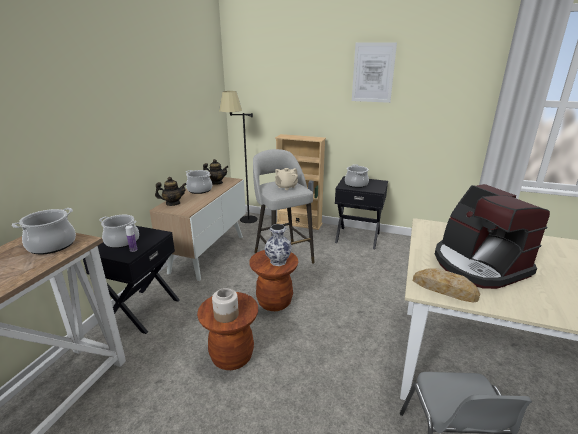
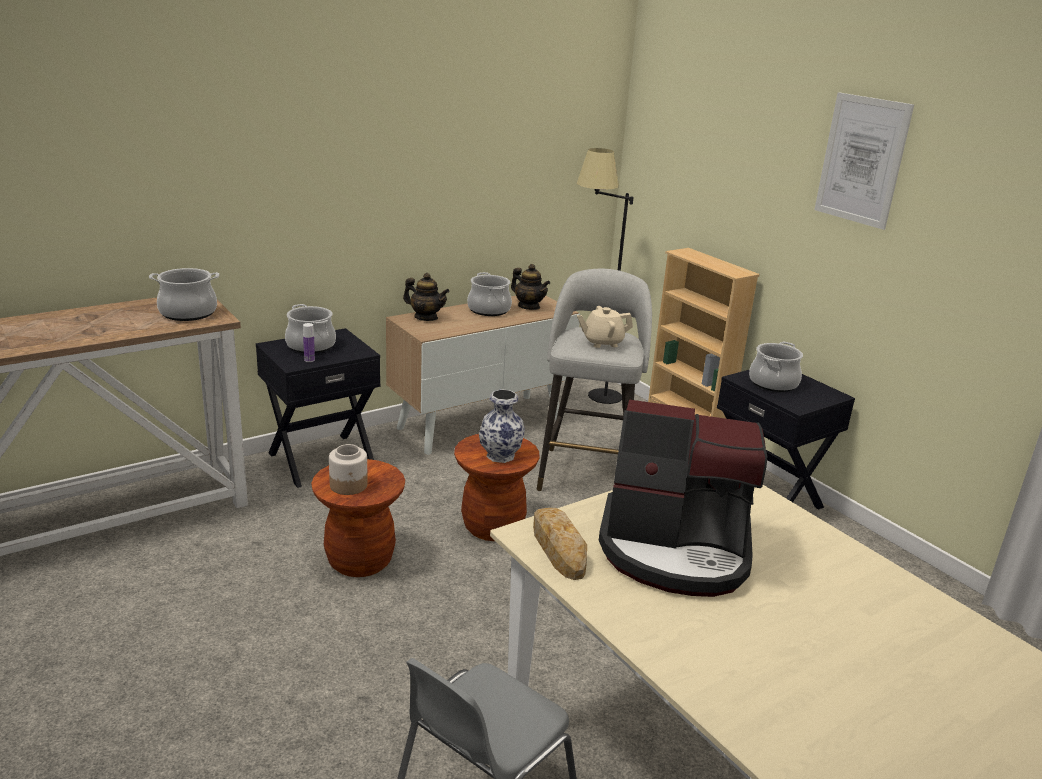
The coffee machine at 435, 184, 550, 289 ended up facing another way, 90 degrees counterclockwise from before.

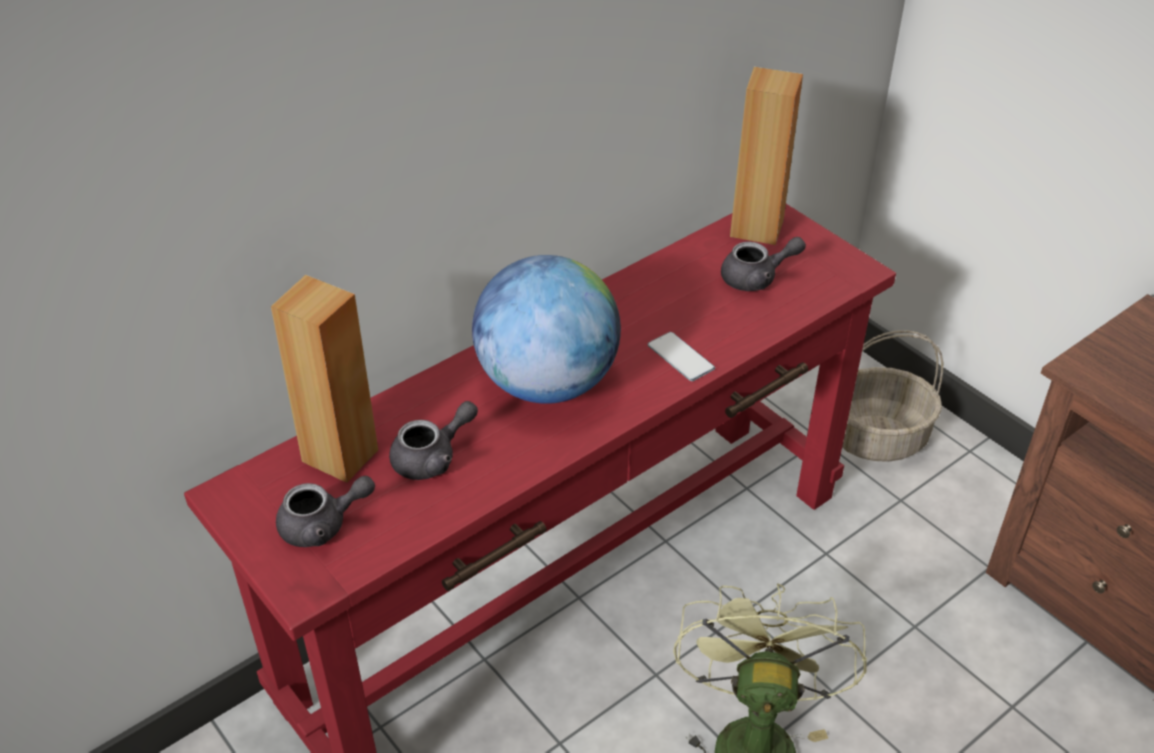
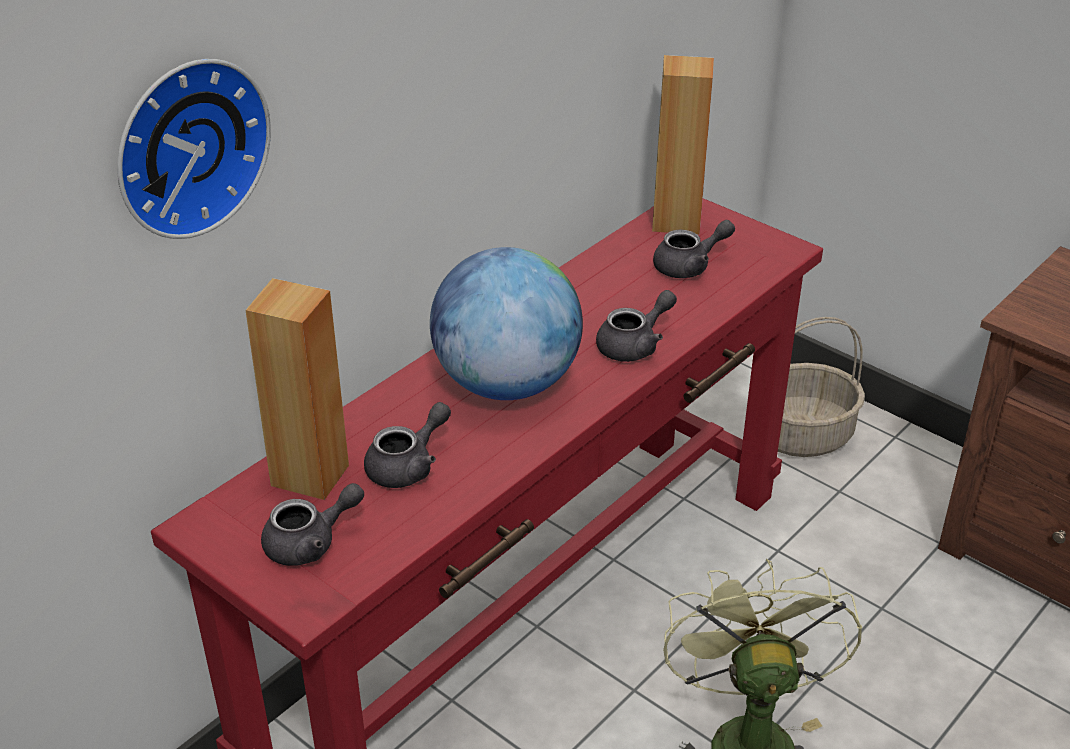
The second view gained the wall clock at 117, 59, 271, 239. Where the phone stood at 648, 332, 715, 381, the grey teapot came to stand at 596, 290, 677, 362.

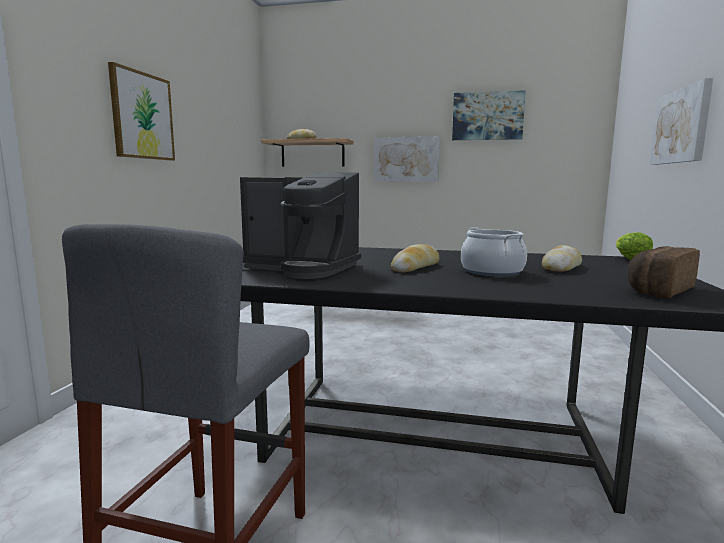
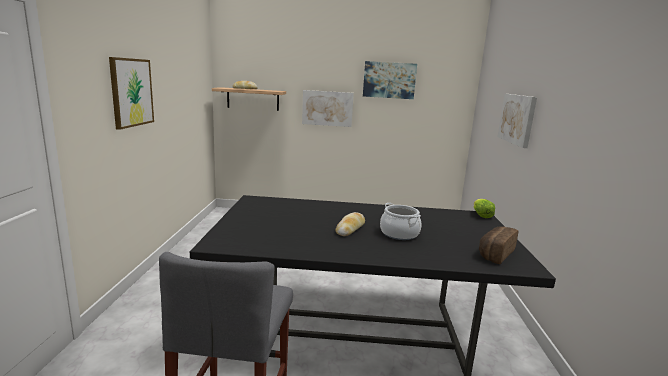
The second view lost the coffee machine at 240, 173, 361, 279. The second view lost the bread at 542, 245, 582, 272.

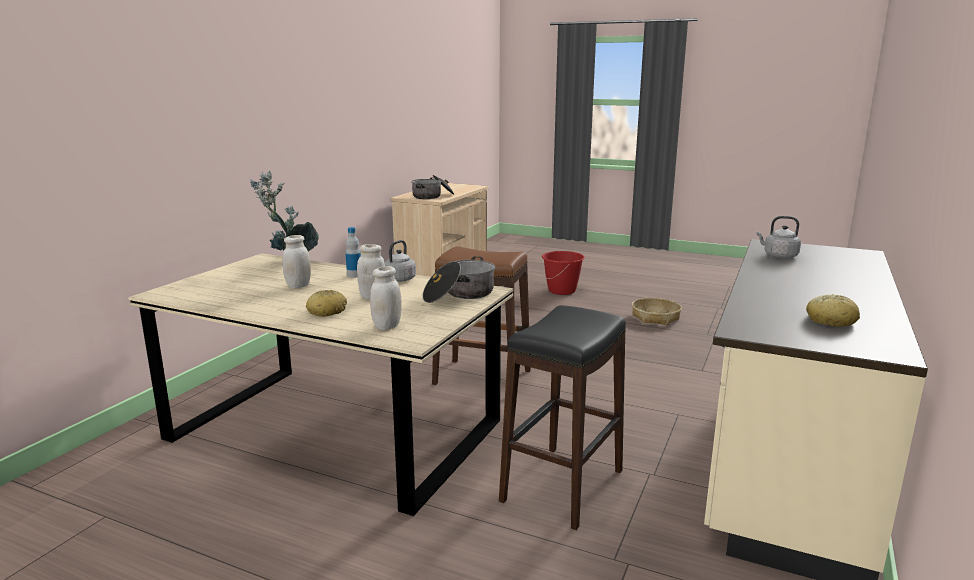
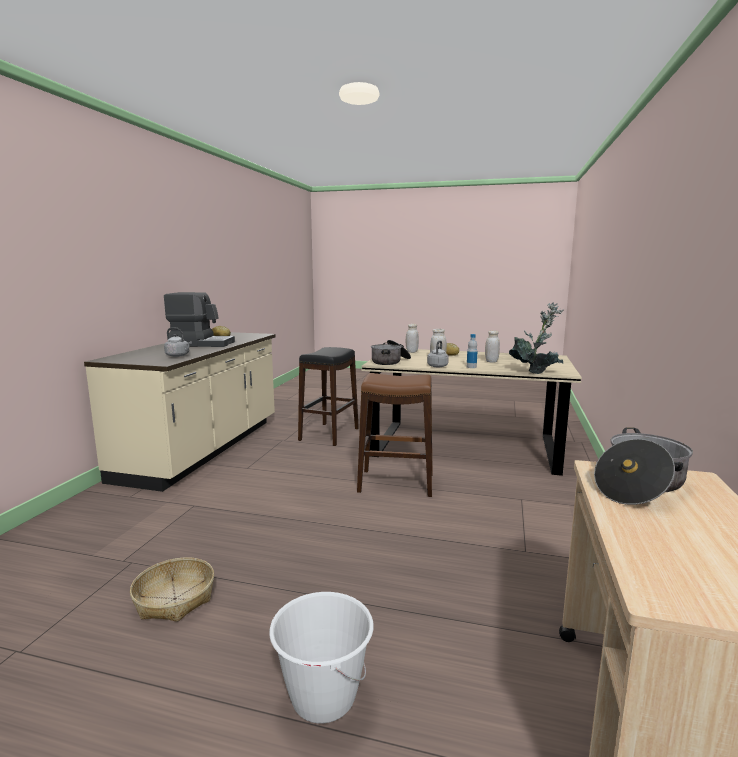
The second view gained the coffee machine at 164, 292, 235, 347. What was the red bucket at 542, 251, 585, 295 turned into the white bucket at 269, 592, 374, 724.

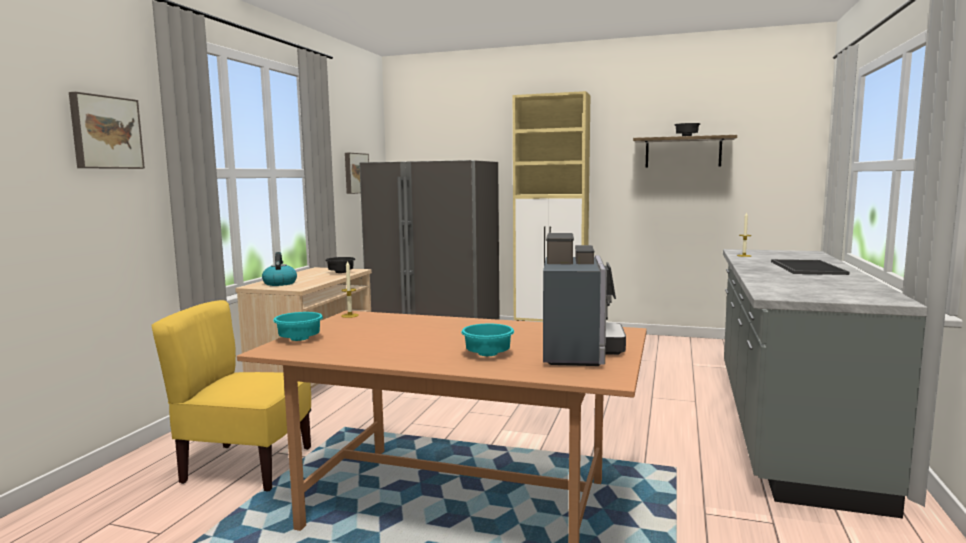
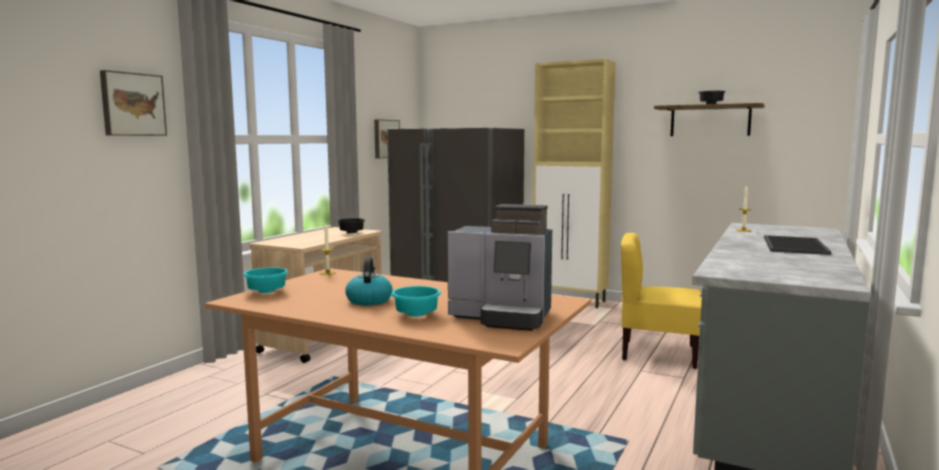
The yellow chair ended up elsewhere, having gone from 152, 300, 311, 492 to 621, 233, 702, 369. The kettle ended up elsewhere, having gone from 262, 252, 297, 286 to 345, 257, 393, 305. The coffee machine at 543, 233, 626, 366 ended up facing another way, 90 degrees clockwise from before.

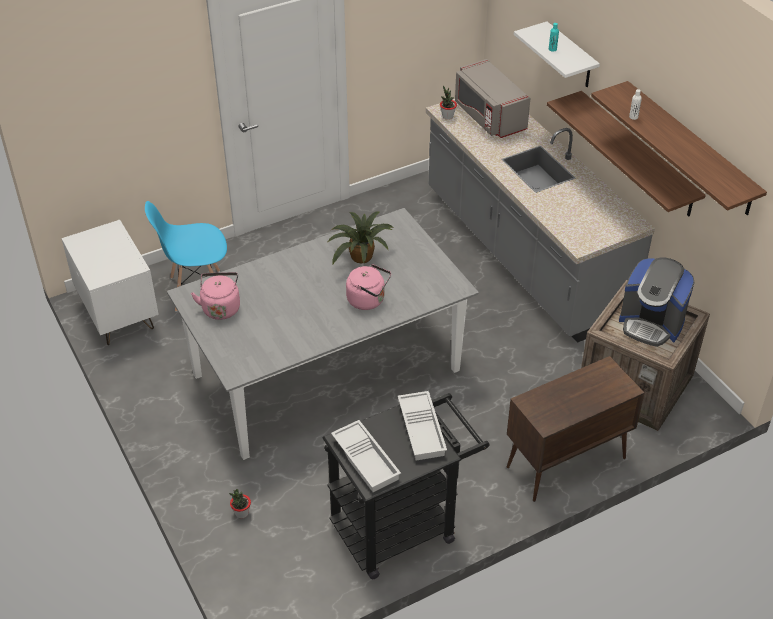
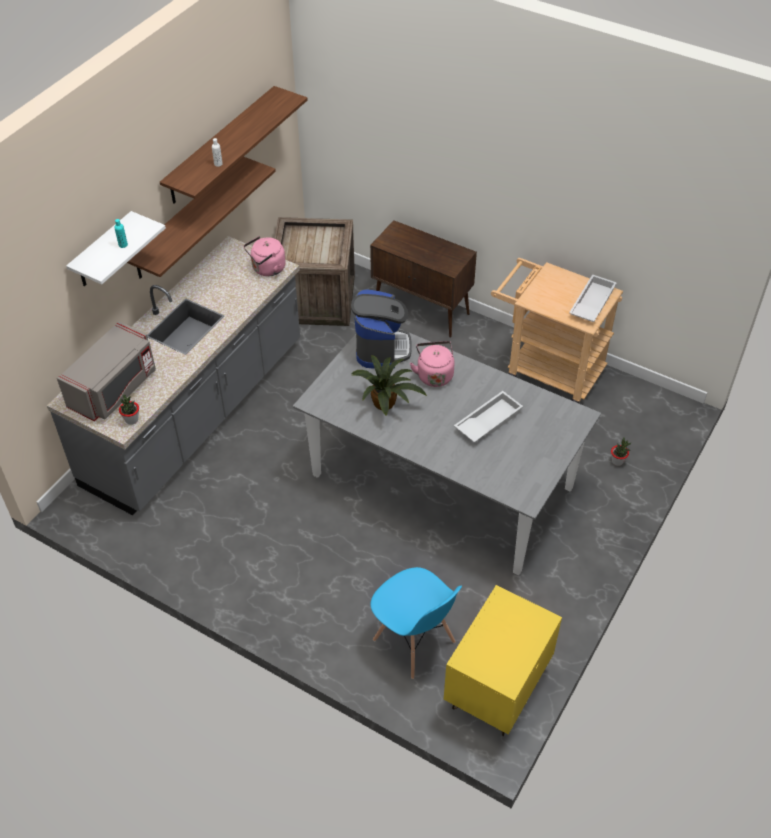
The pink kettle ended up elsewhere, having gone from 191, 272, 240, 320 to 244, 236, 286, 276. The white tray ended up elsewhere, having gone from 398, 391, 447, 461 to 454, 391, 523, 442. The coffee machine ended up elsewhere, having gone from 619, 257, 694, 347 to 351, 289, 412, 369. What was the white nightstand at 61, 220, 159, 345 turned into the yellow nightstand at 444, 585, 562, 736. What was the black cart at 323, 393, 490, 579 turned into the beige cart at 491, 258, 623, 403.

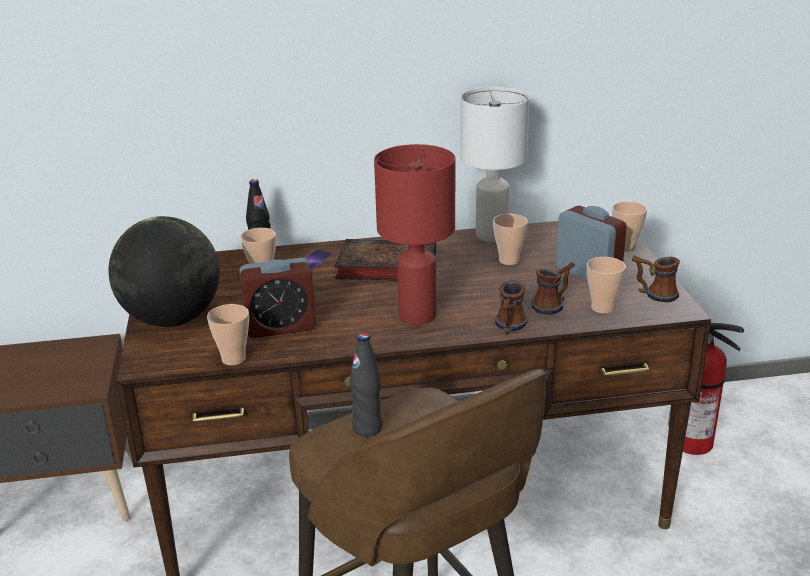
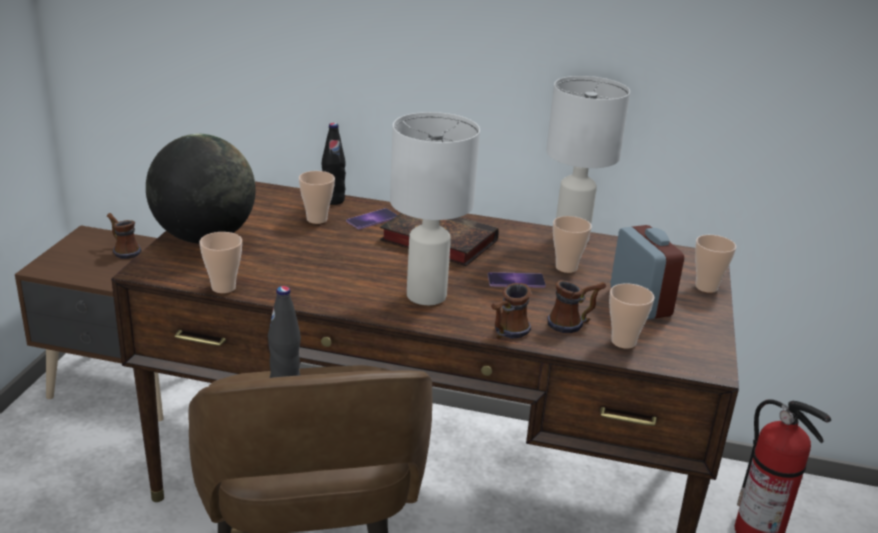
The second view lost the alarm clock at 239, 258, 316, 338. The second view gained the phone at 488, 272, 546, 288. The mug ended up elsewhere, having gone from 632, 255, 680, 303 to 107, 213, 141, 259. What was the red table lamp at 374, 144, 455, 324 turned into the white table lamp at 390, 112, 480, 305.

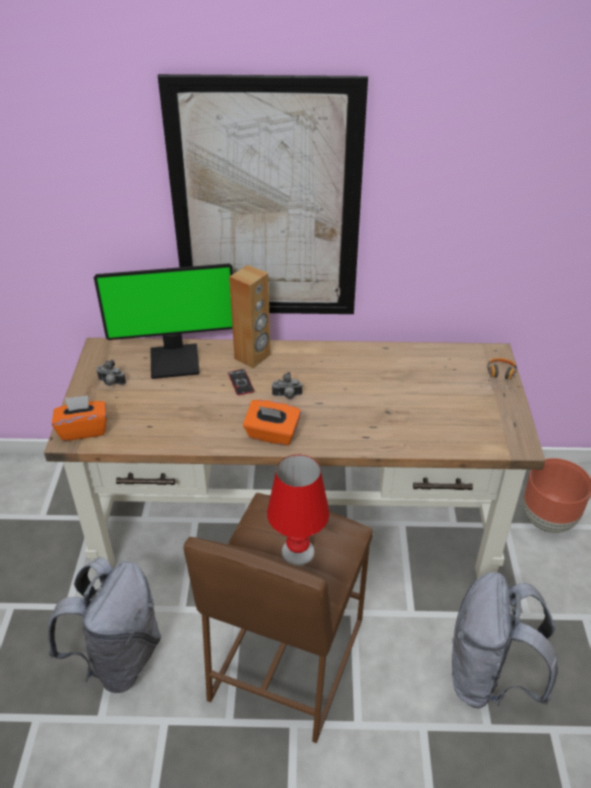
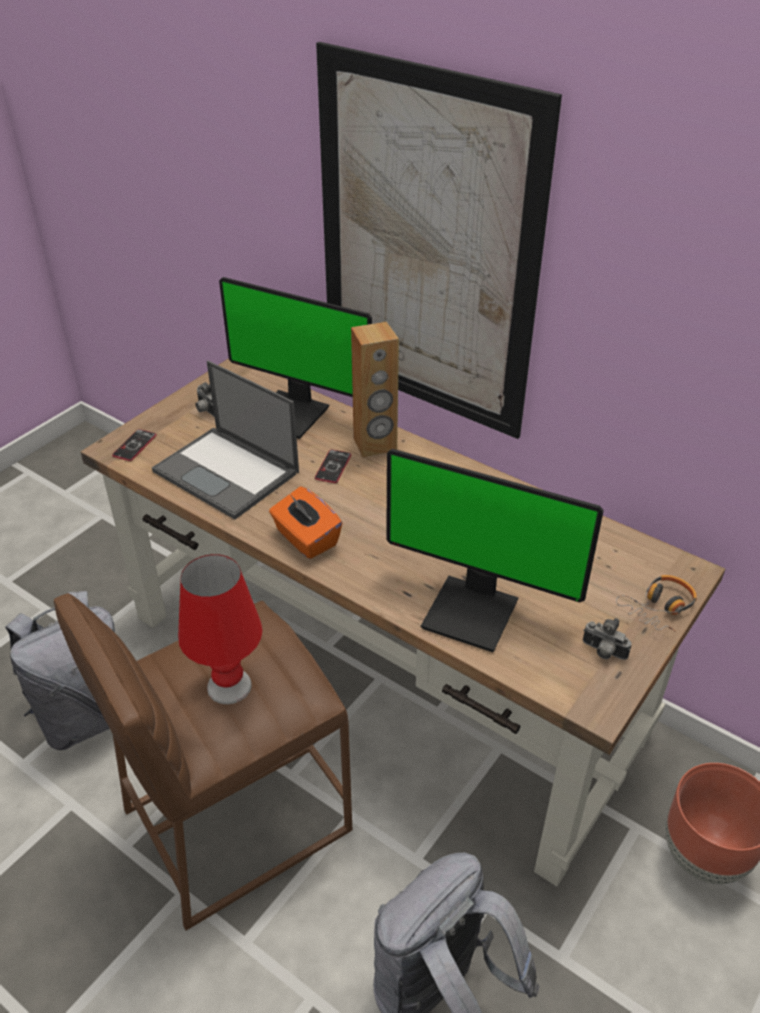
The second view gained the laptop at 152, 361, 299, 519. The second view gained the monitor at 386, 449, 604, 652. The photo camera ended up elsewhere, having gone from 272, 372, 302, 399 to 583, 618, 632, 660. Where the orange tissue box stood at 52, 395, 107, 441, the phone came to stand at 112, 429, 157, 461.

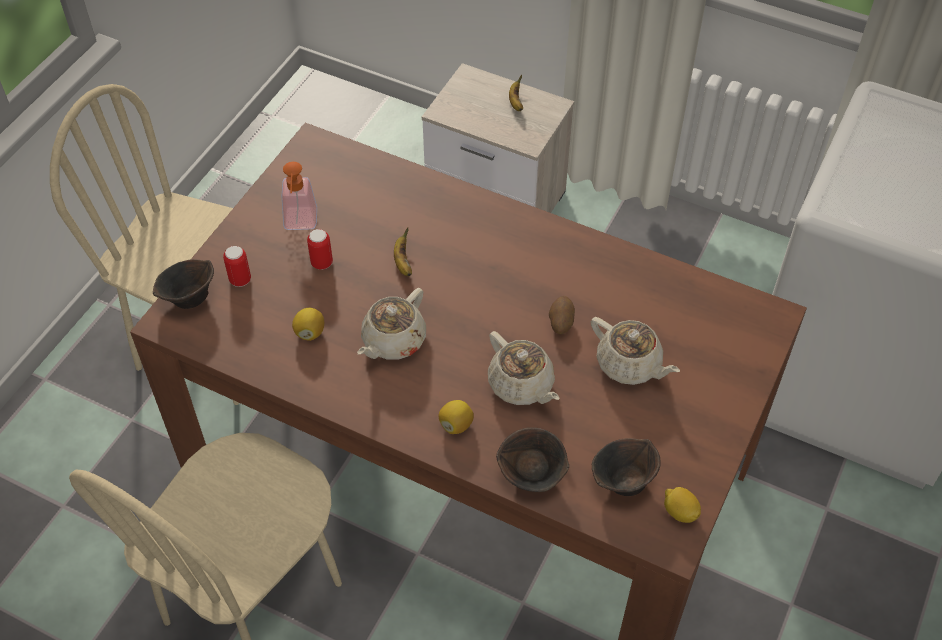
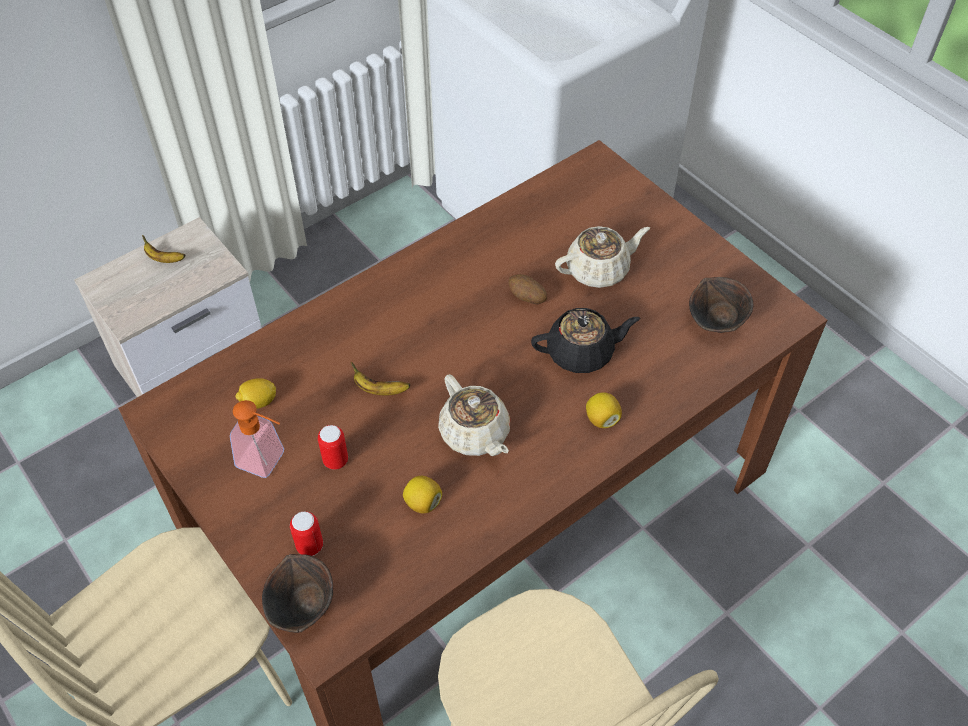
The second view lost the brown bowl at 496, 427, 569, 492. The lemon ended up elsewhere, having gone from 664, 487, 701, 523 to 235, 378, 276, 409. What was the beige teapot at 488, 331, 560, 405 turned into the black teapot at 531, 308, 640, 373.

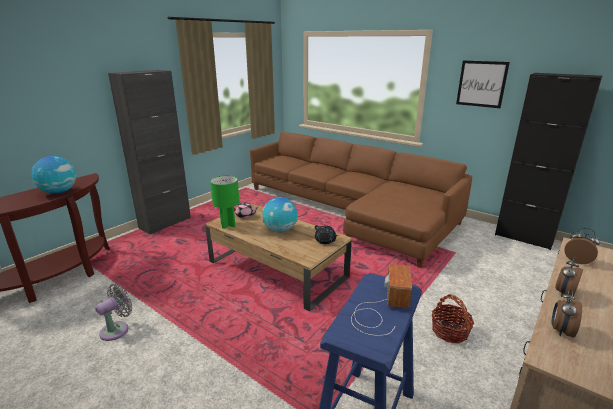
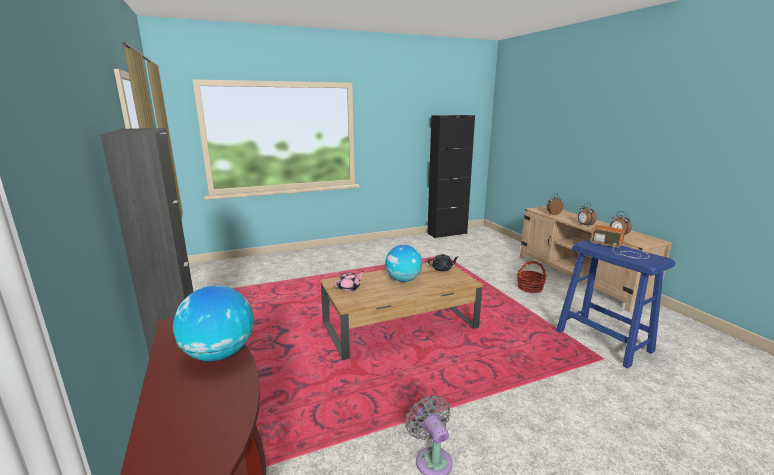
The second view lost the green table lamp at 210, 176, 239, 229. The second view lost the brown sofa at 250, 132, 472, 268. The second view lost the picture at 456, 60, 510, 108.

